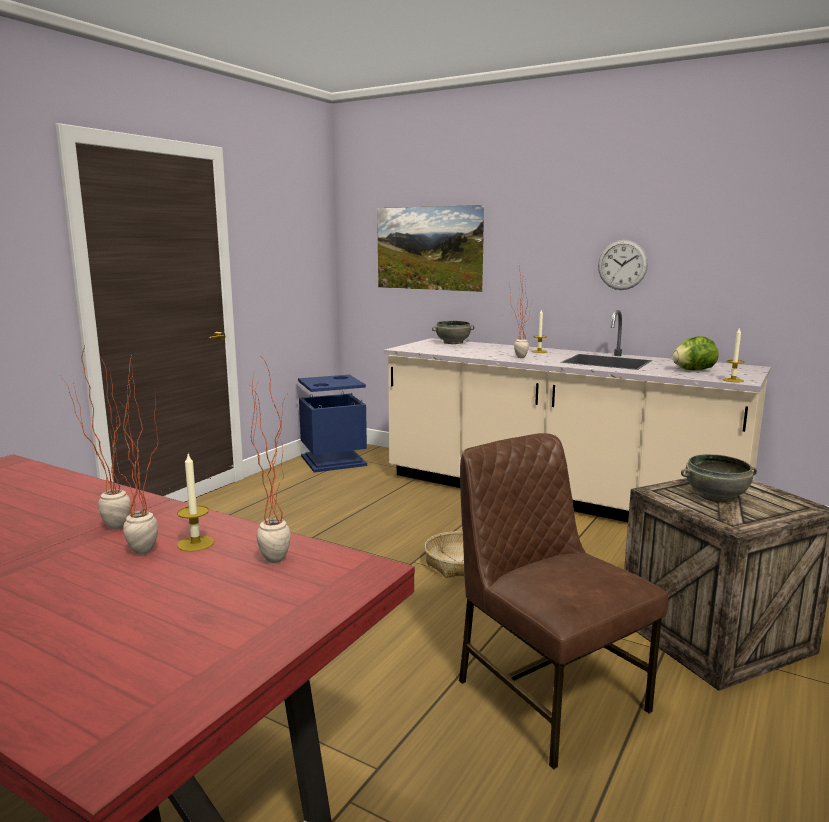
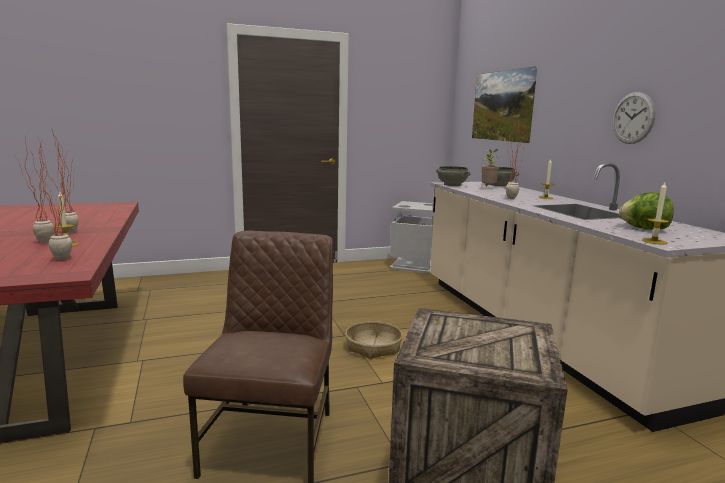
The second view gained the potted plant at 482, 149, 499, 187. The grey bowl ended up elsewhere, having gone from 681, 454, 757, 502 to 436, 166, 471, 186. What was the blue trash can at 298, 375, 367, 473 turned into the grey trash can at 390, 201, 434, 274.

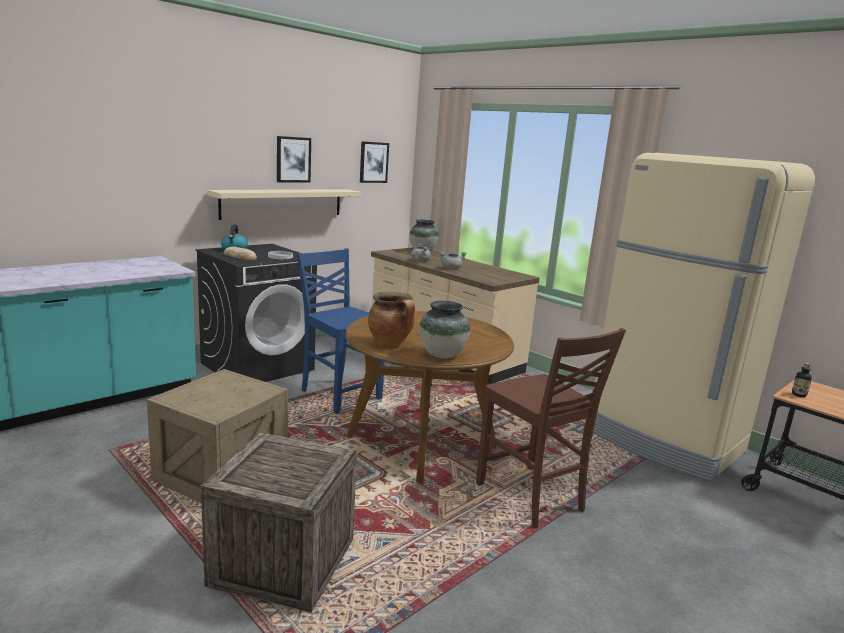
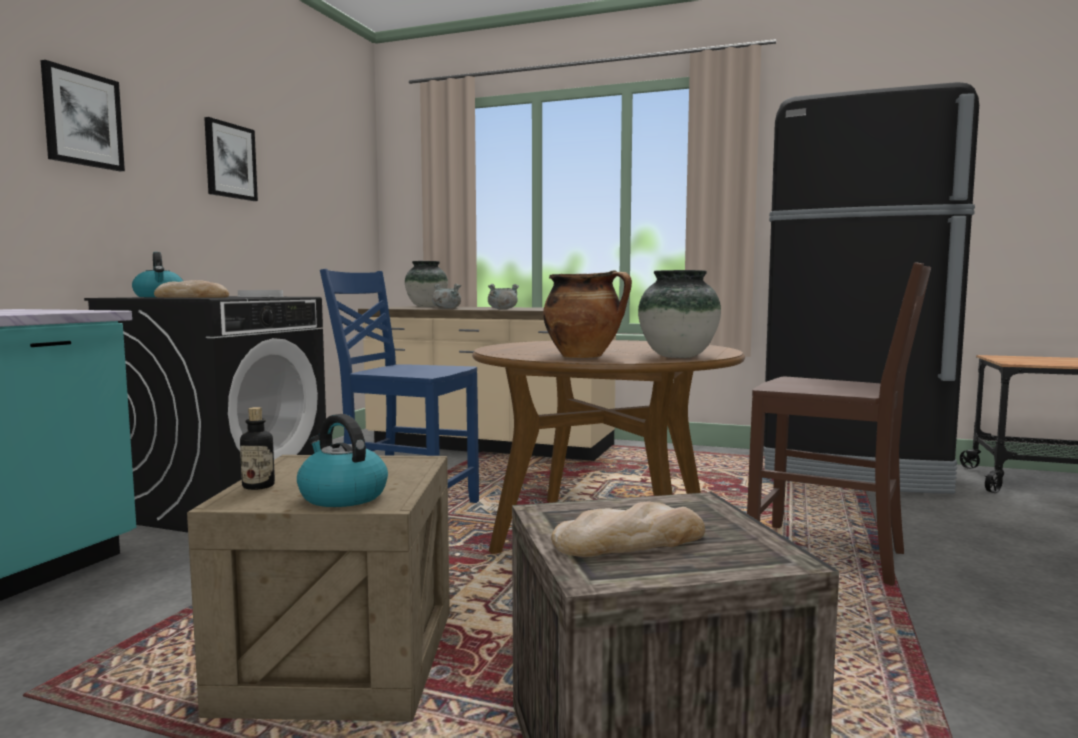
The second view lost the beige shelf at 207, 189, 361, 220. The second view gained the kettle at 297, 414, 388, 507. The second view gained the bread at 551, 502, 705, 557. The picture ended up elsewhere, having gone from 360, 141, 389, 183 to 41, 60, 125, 171. The bottle ended up elsewhere, having gone from 792, 363, 812, 397 to 240, 407, 275, 490. What was the beige fridge at 593, 153, 815, 482 turned into the black fridge at 763, 82, 979, 494.

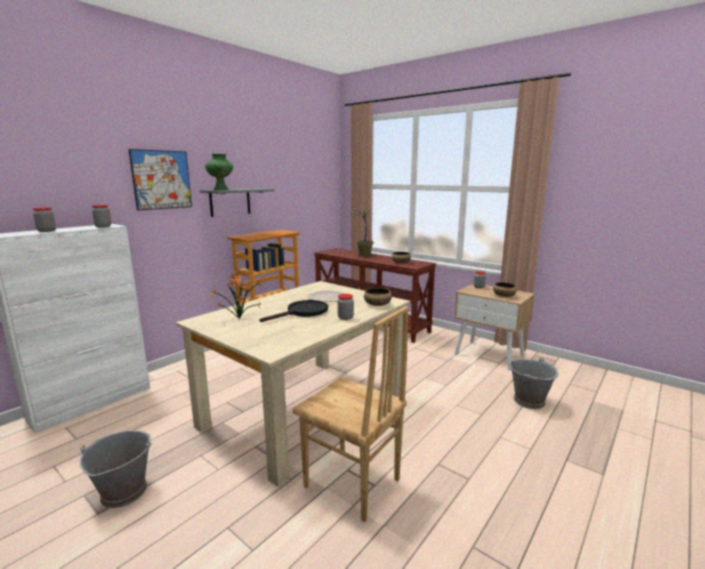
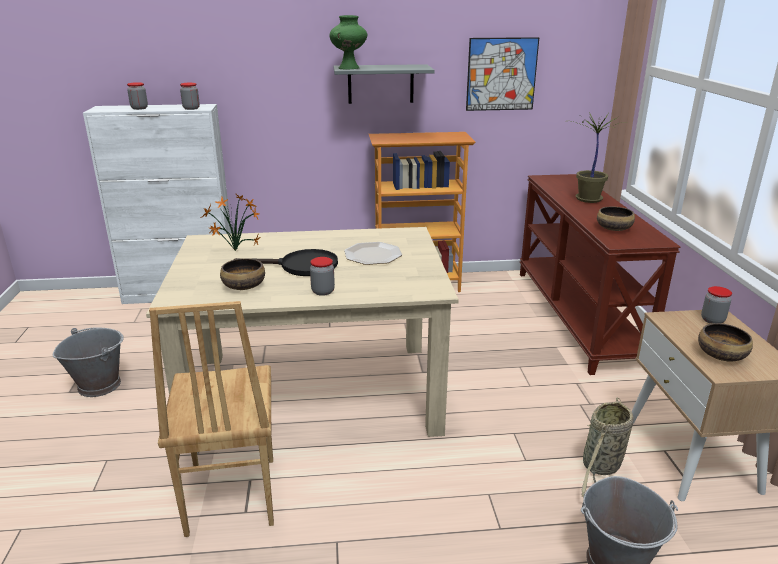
The second view gained the basket at 581, 398, 634, 498. The picture ended up elsewhere, having gone from 128, 149, 192, 211 to 466, 37, 539, 111. The bowl ended up elsewhere, having gone from 364, 288, 392, 306 to 220, 258, 265, 290.

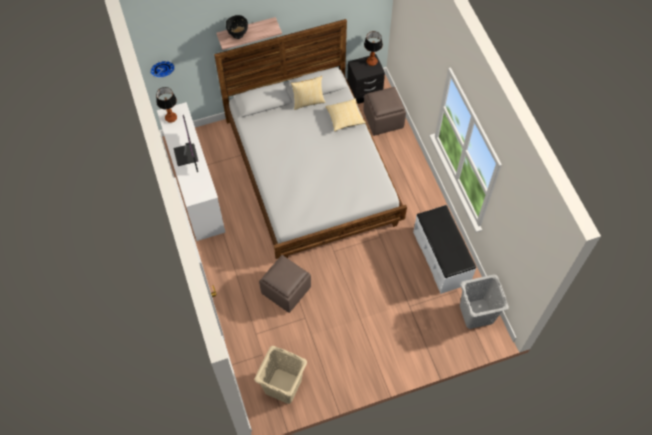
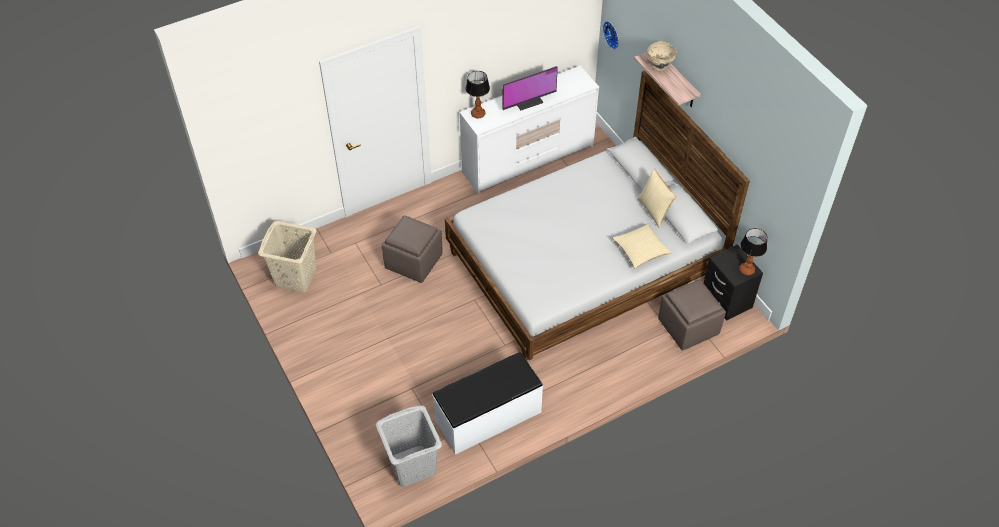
The table lamp ended up elsewhere, having gone from 156, 87, 177, 123 to 466, 71, 490, 118. What was the black bowl at 226, 15, 248, 39 turned into the beige bowl at 647, 41, 676, 71.

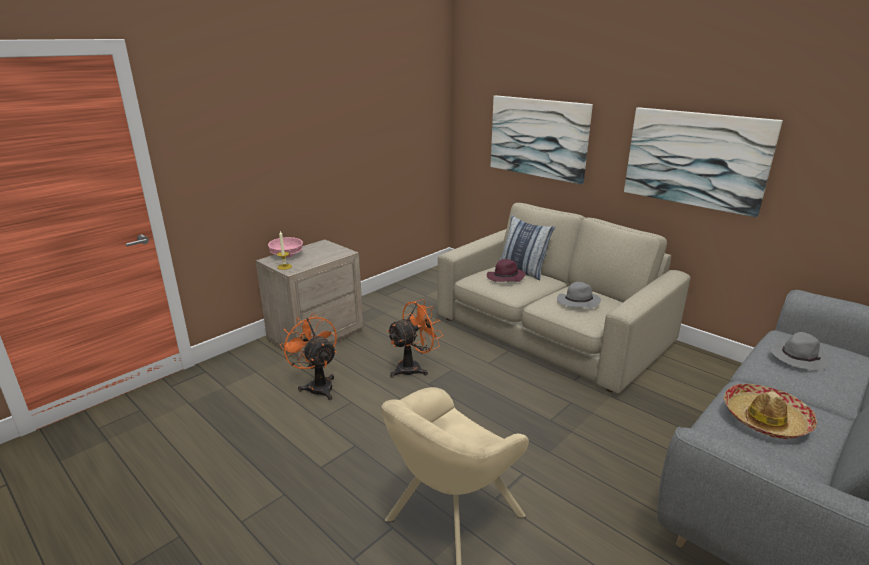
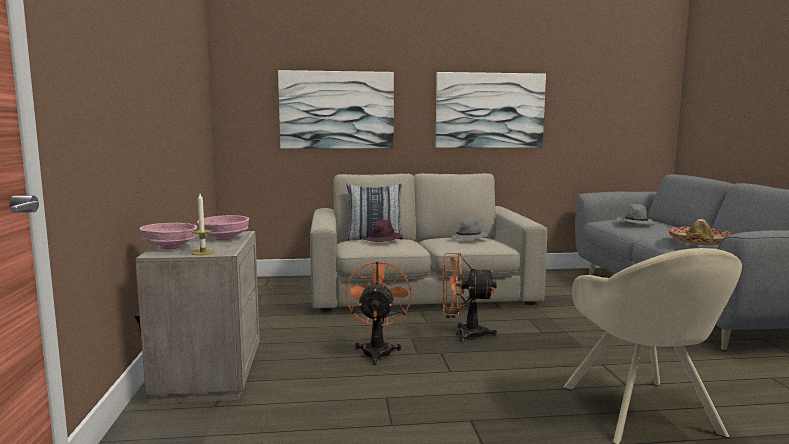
The second view gained the pink bowl at 197, 215, 249, 240. The orange fan ended up elsewhere, having gone from 280, 313, 337, 400 to 443, 253, 497, 342.

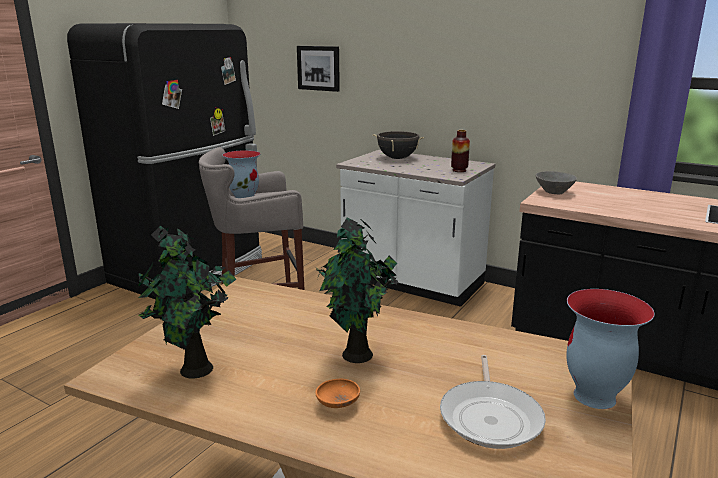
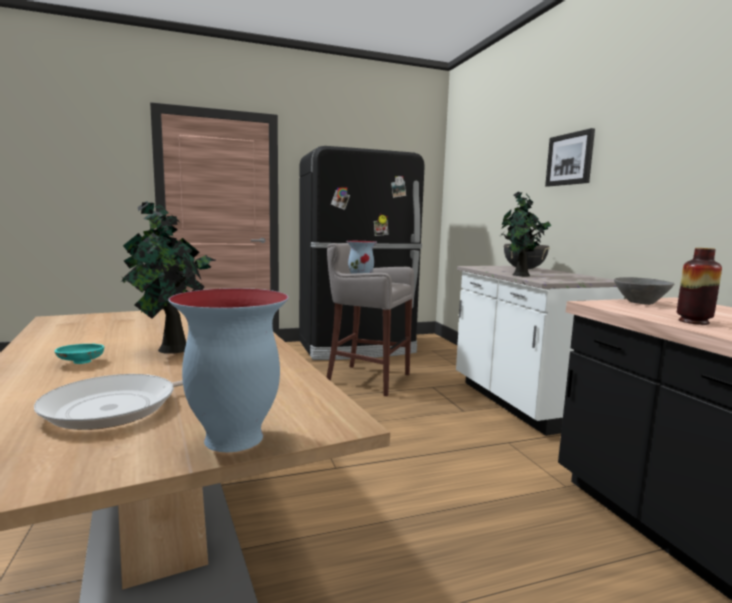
The potted plant ended up elsewhere, having gone from 138, 225, 237, 379 to 501, 191, 551, 276. The picture ended up elsewhere, having gone from 297, 46, 340, 92 to 545, 128, 595, 187. The vase ended up elsewhere, having gone from 451, 130, 470, 172 to 677, 248, 722, 325. What was the orange bowl at 315, 379, 360, 408 turned into the turquoise bowl at 55, 344, 104, 364.

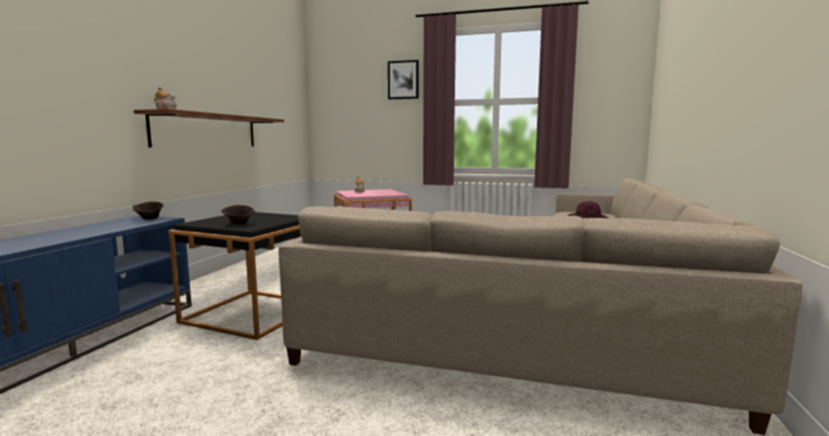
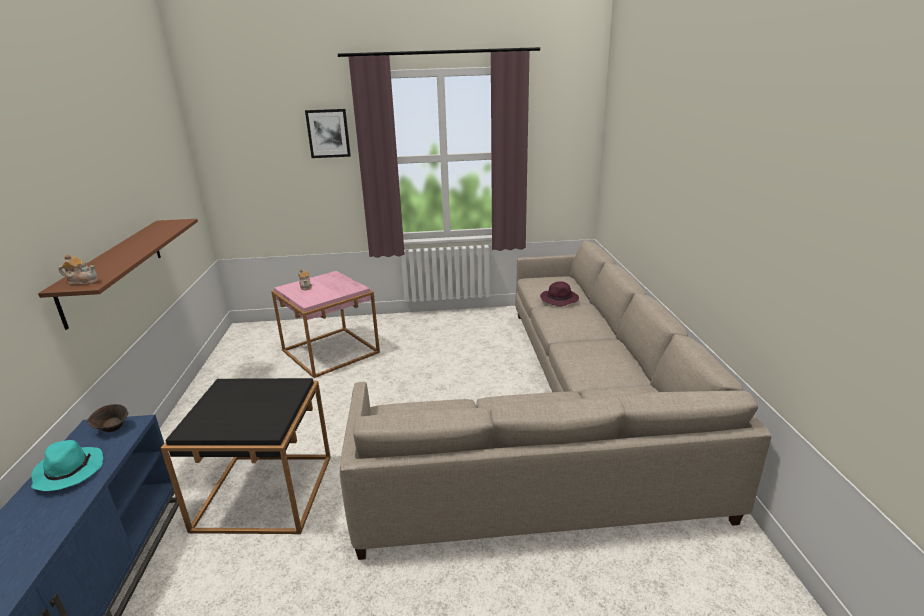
The second view lost the brown bowl at 221, 205, 255, 225. The second view gained the turquoise hat at 31, 440, 103, 491.

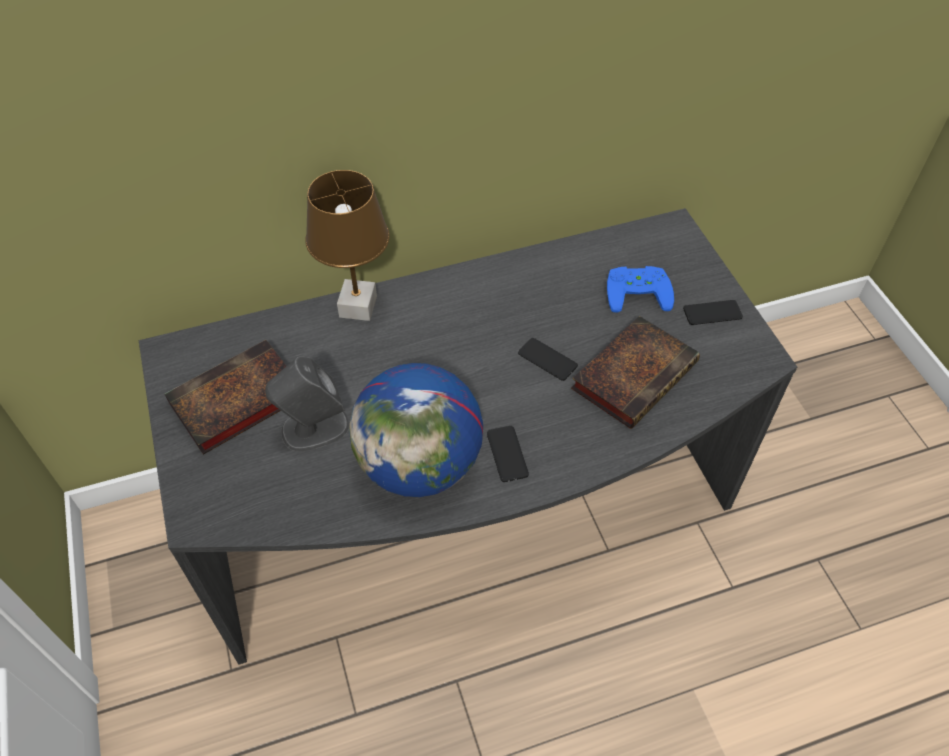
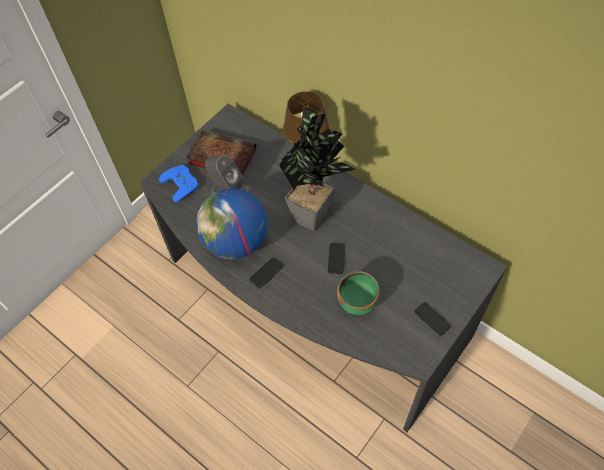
The second view gained the potted plant at 279, 109, 356, 231. The blue game controller ended up elsewhere, having gone from 607, 266, 674, 312 to 159, 165, 199, 202. Where the book stood at 571, 316, 700, 429, the green bowl came to stand at 337, 271, 380, 315.

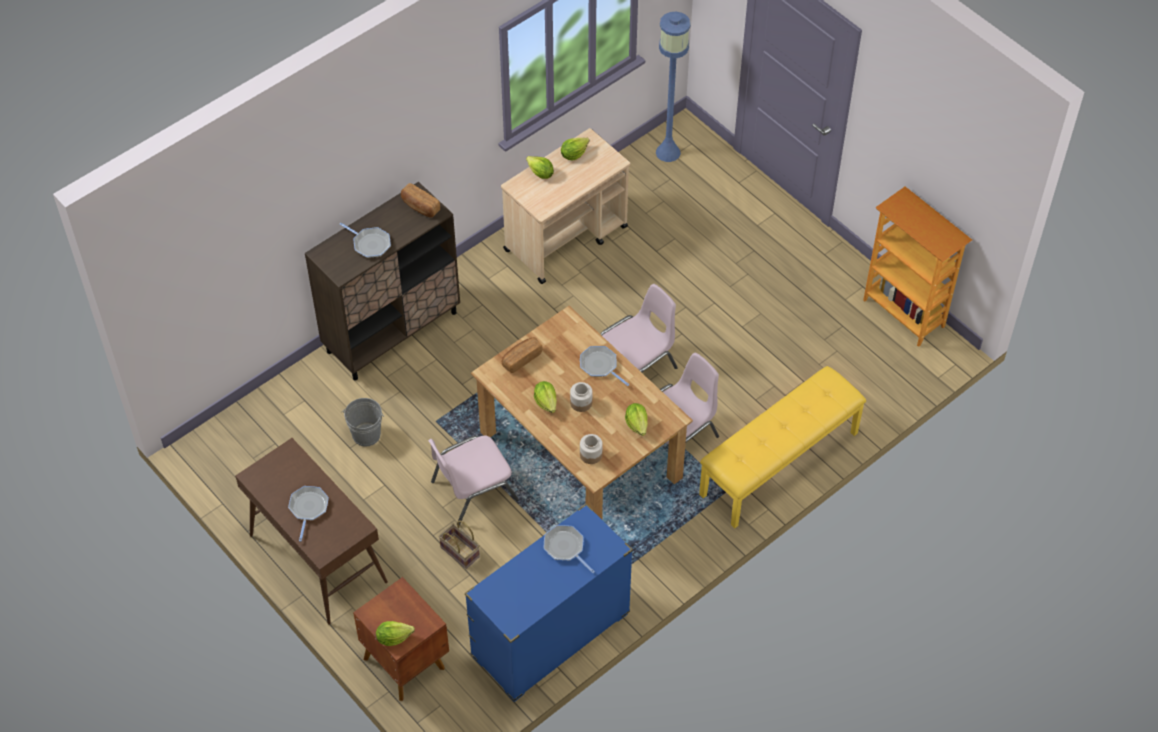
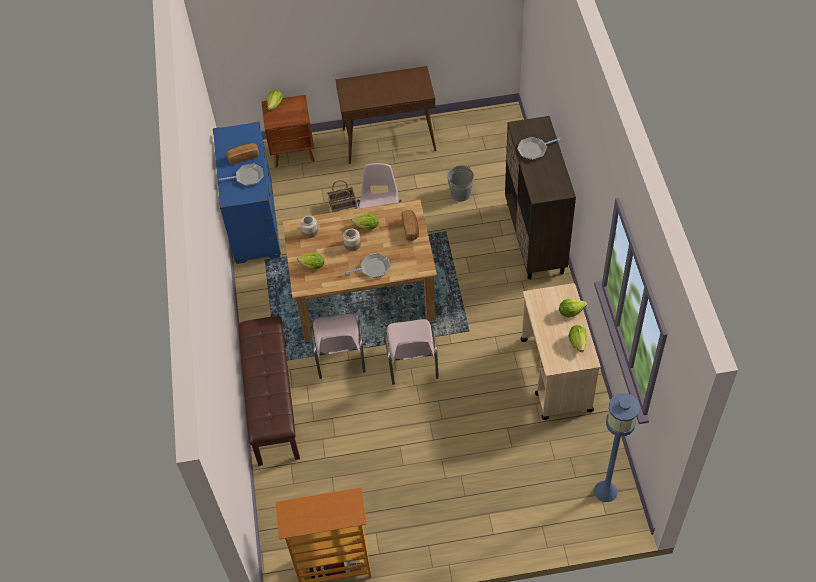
The second view lost the frying pan at 288, 486, 329, 542. The bread ended up elsewhere, having gone from 401, 183, 440, 218 to 226, 143, 259, 164. What was the yellow bench at 699, 366, 866, 528 turned into the brown bench at 238, 316, 300, 466.

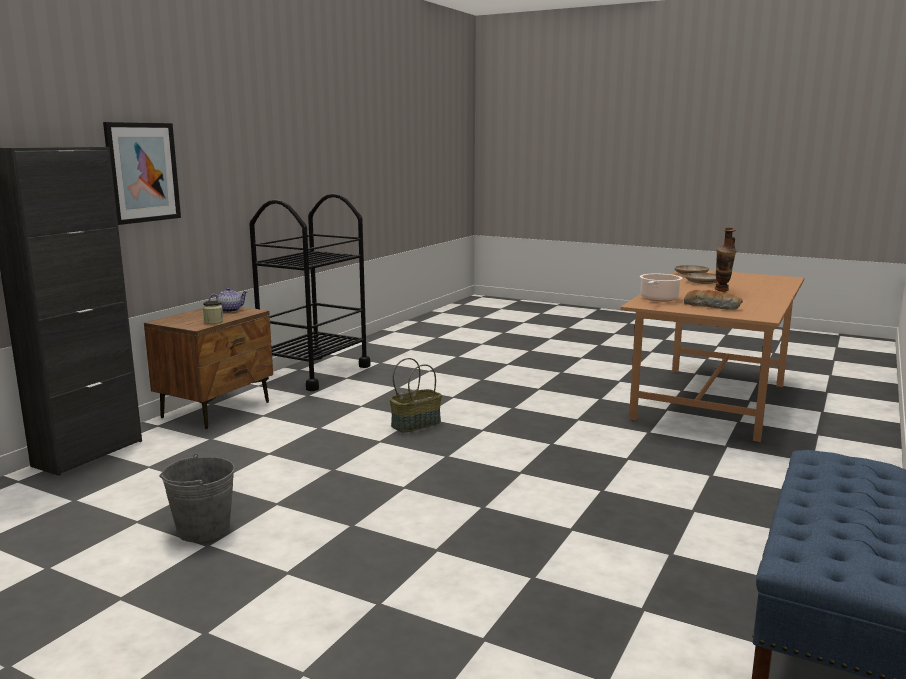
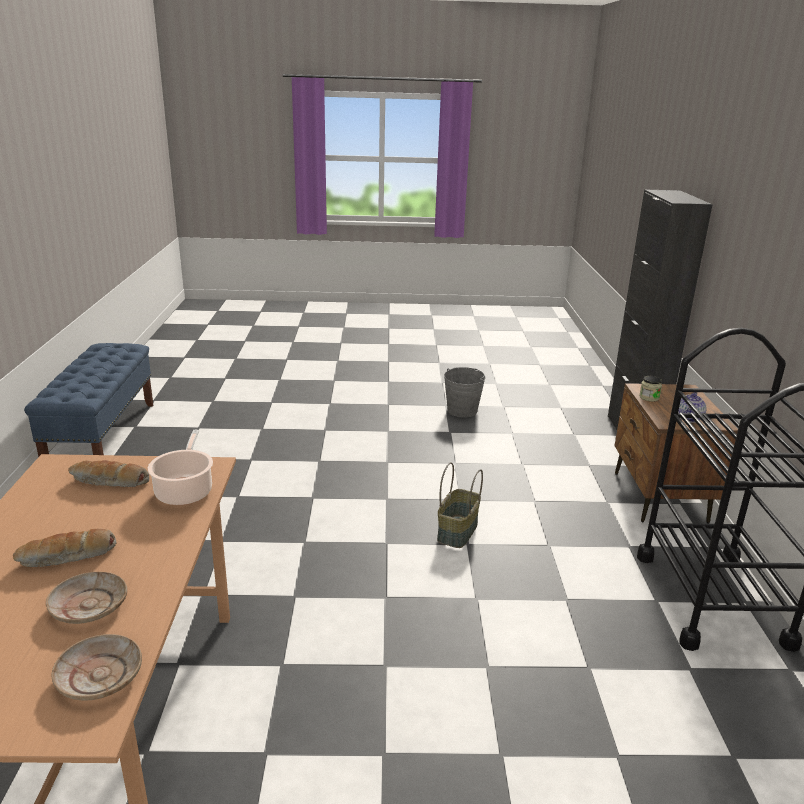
The second view lost the picture at 103, 122, 181, 225. Where the vase stood at 715, 227, 737, 292, the bread came to stand at 13, 529, 116, 567.

